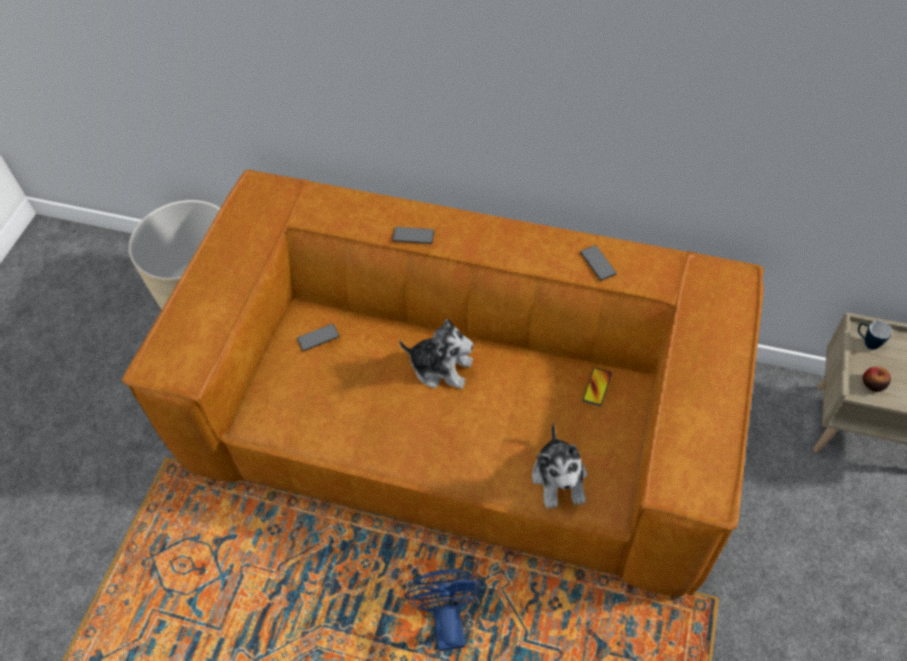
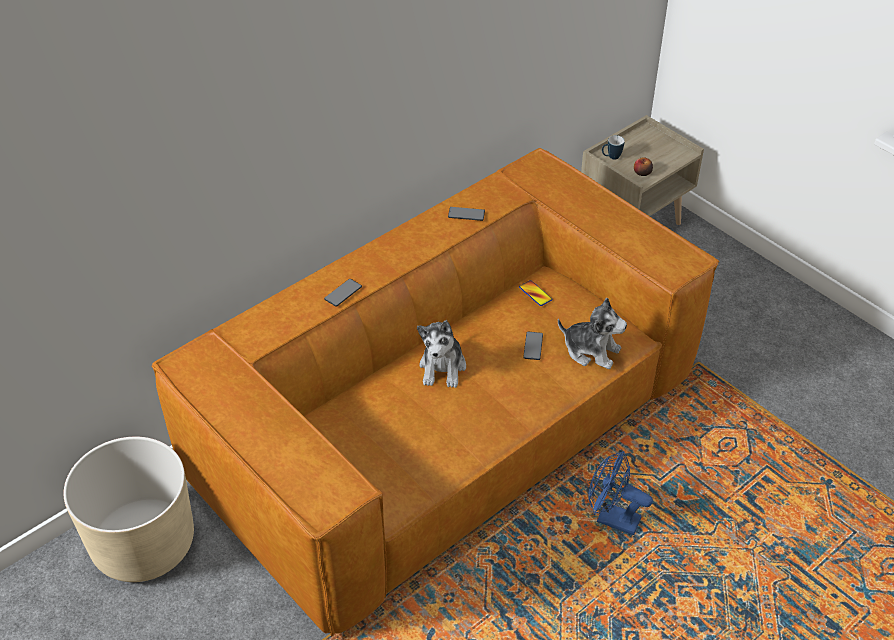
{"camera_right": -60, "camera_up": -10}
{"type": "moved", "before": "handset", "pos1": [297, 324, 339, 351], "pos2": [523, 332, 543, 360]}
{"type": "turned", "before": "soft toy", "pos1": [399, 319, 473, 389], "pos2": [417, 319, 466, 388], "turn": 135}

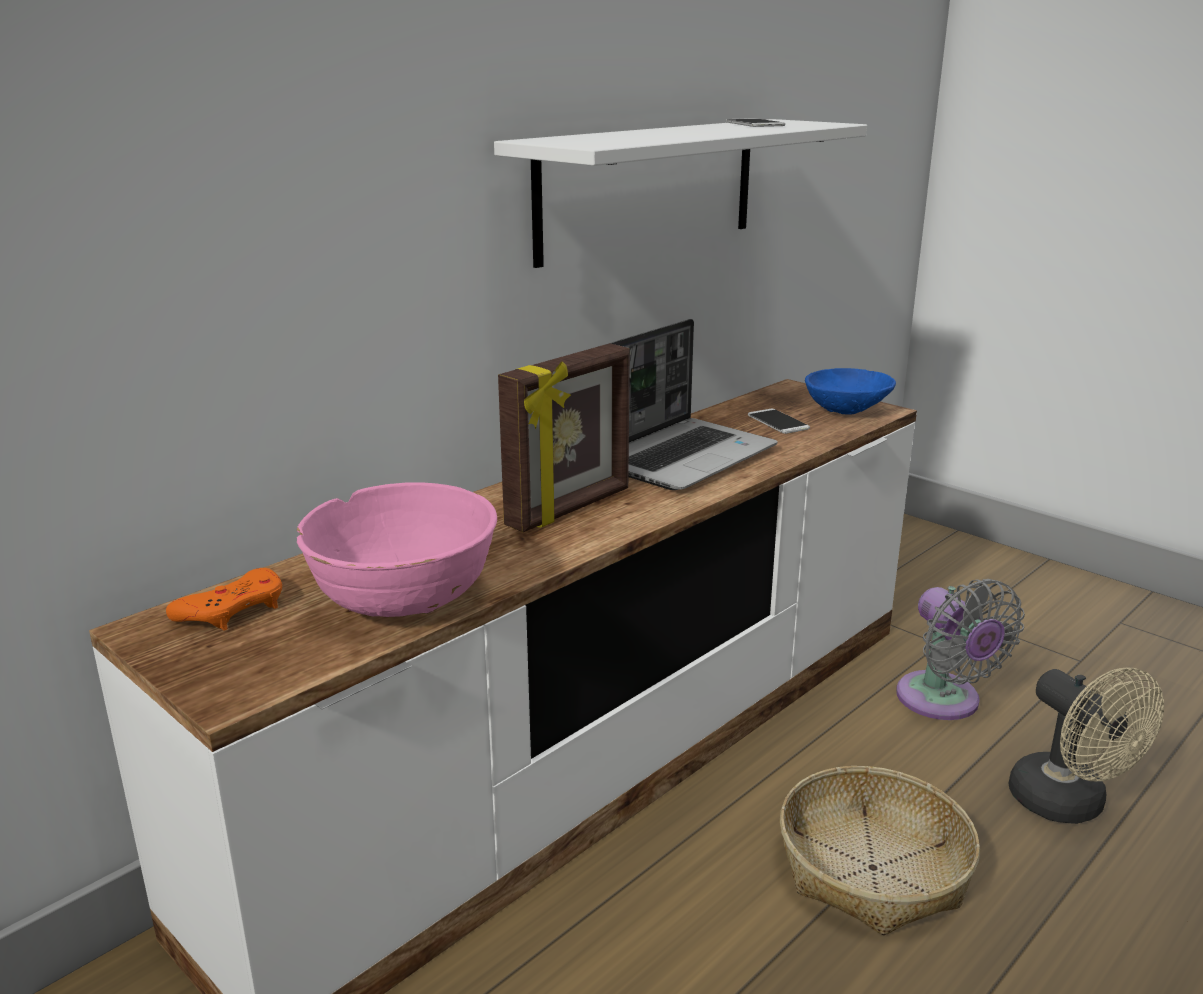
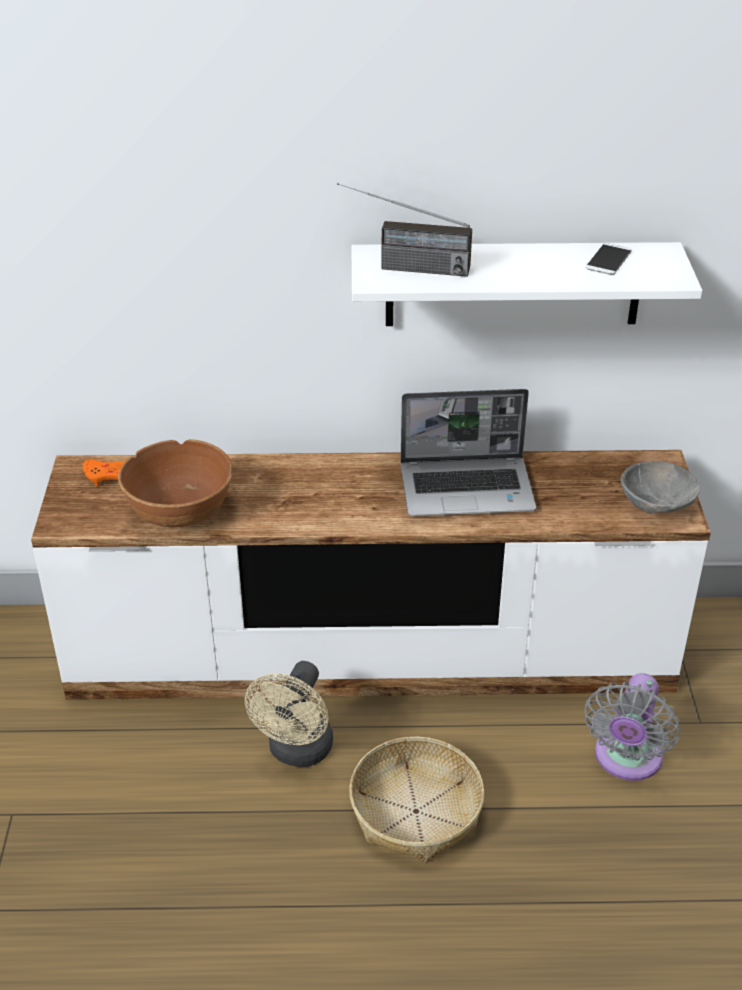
{"camera_right": 45, "camera_up": 15}
{"type": "removed", "before": "standing frame", "pos1": [498, 343, 630, 532]}
{"type": "removed", "before": "handset", "pos1": [748, 409, 810, 434]}
{"type": "added", "after": "radio receiver", "pos2": [337, 183, 472, 277]}
{"type": "moved", "before": "fan (beige-coloured)", "pos1": [1008, 668, 1164, 824], "pos2": [245, 661, 333, 767]}
{"type": "recoloured", "before": "bowl (pink-coloured)", "after": "bowl (brown-coloured)", "pos1": [297, 482, 497, 617], "pos2": [118, 439, 232, 528]}
{"type": "recoloured", "before": "bowl (blue)", "after": "bowl (gray)", "pos1": [805, 368, 896, 414], "pos2": [621, 461, 700, 514]}

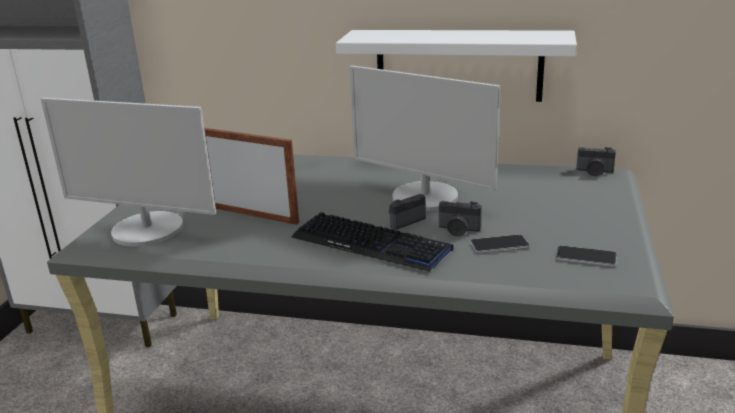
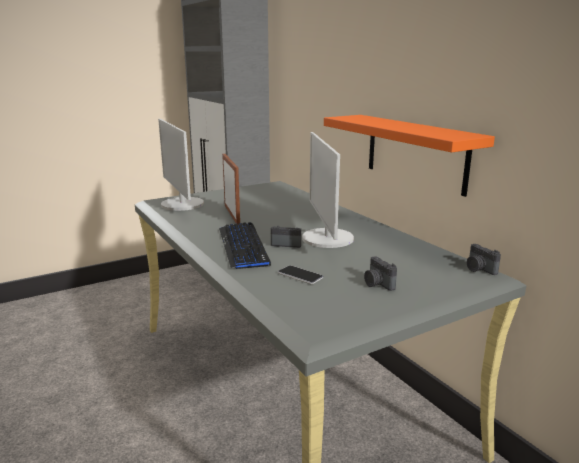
{"camera_right": 45, "camera_up": -5}
{"type": "removed", "before": "handset", "pos1": [556, 246, 617, 267]}
{"type": "moved", "before": "photo camera", "pos1": [439, 201, 482, 236], "pos2": [364, 256, 397, 291]}
{"type": "recoloured", "before": "bracket shelf (white-coloured)", "after": "bracket shelf (orangey)", "pos1": [336, 30, 577, 102], "pos2": [324, 115, 495, 197]}

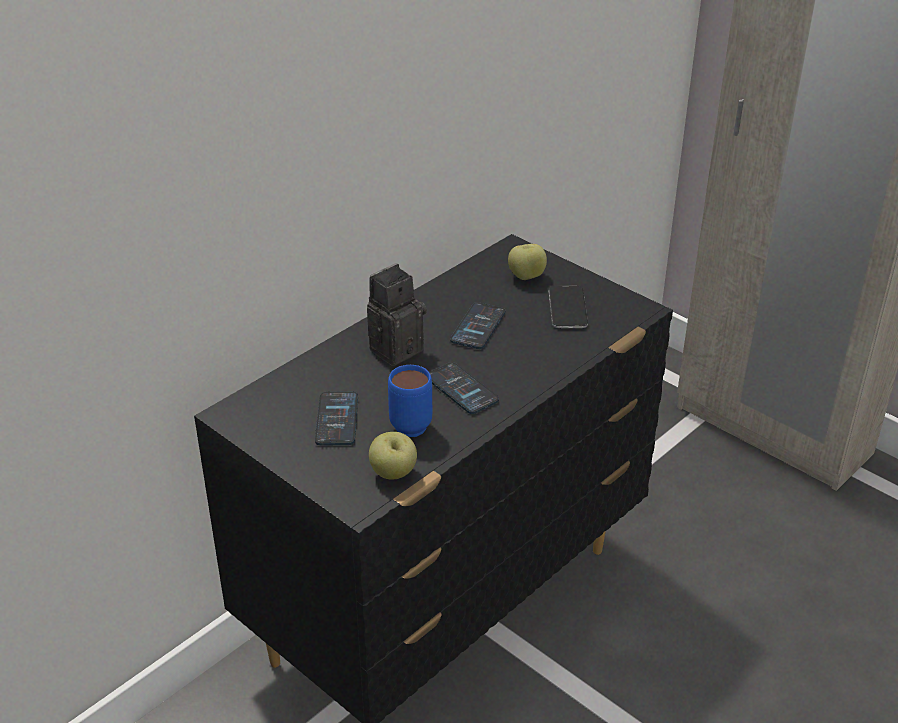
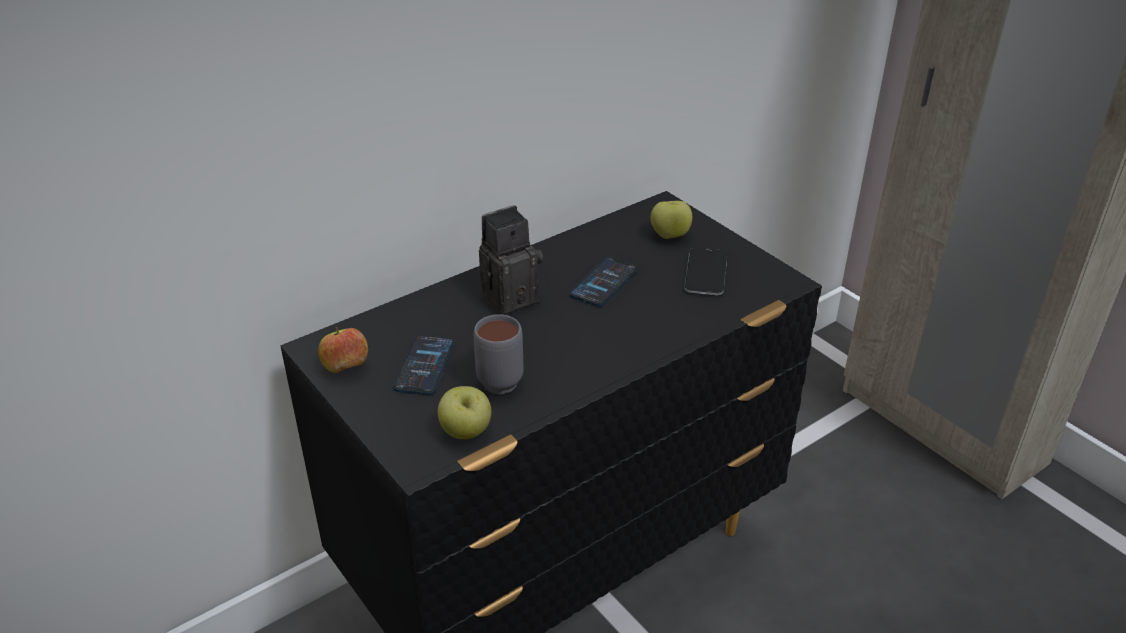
{"camera_right": 10, "camera_up": 0}
{"type": "removed", "before": "handset", "pos1": [429, 362, 499, 414]}
{"type": "added", "after": "whole apple", "pos2": [318, 327, 368, 373]}
{"type": "recoloured", "before": "mug (blue)", "after": "mug (gray)", "pos1": [388, 365, 432, 437], "pos2": [474, 314, 524, 395]}

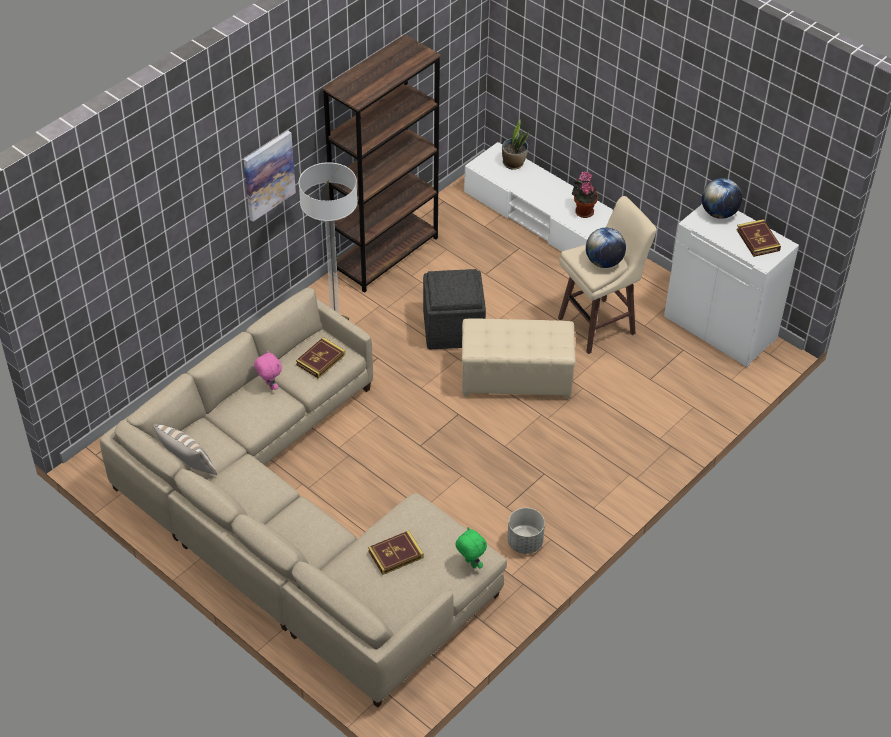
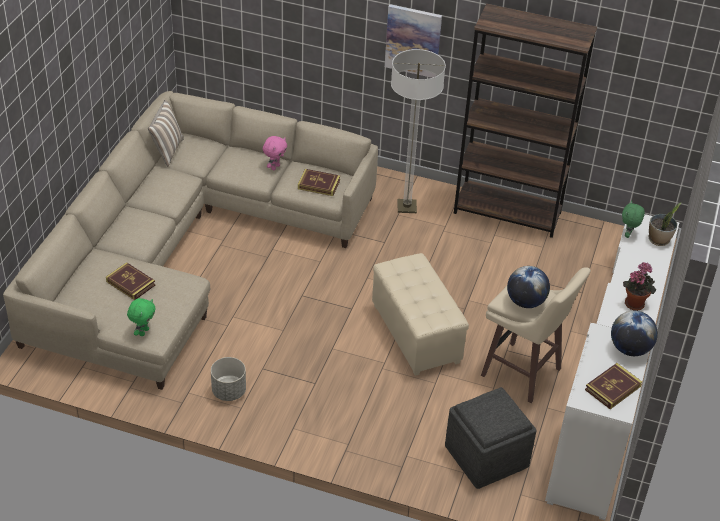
{"camera_right": 65, "camera_up": -5}
{"type": "added", "after": "soft toy (green)", "pos2": [622, 201, 645, 238]}
{"type": "moved", "before": "footrest (gray)", "pos1": [423, 269, 486, 349], "pos2": [445, 387, 537, 489]}

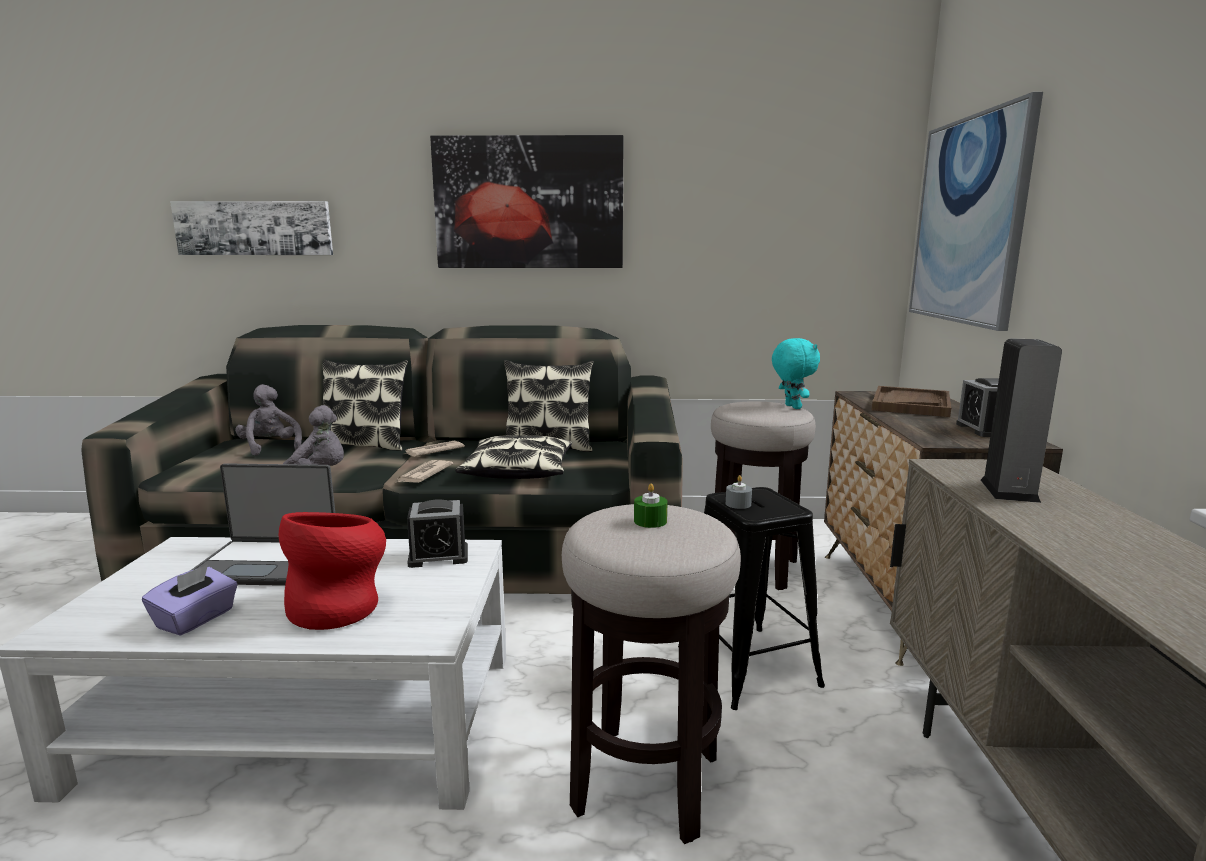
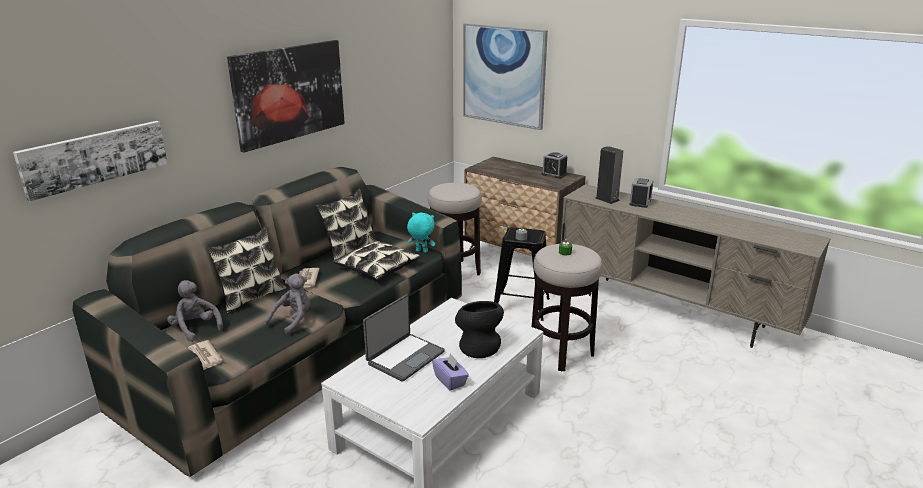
{"camera_right": -55, "camera_up": 10}
{"type": "removed", "before": "carrying tray (brown-coloured)", "pos1": [872, 386, 951, 417]}
{"type": "moved", "before": "daily paper", "pos1": [397, 460, 453, 483], "pos2": [188, 340, 223, 370]}
{"type": "moved", "before": "alarm clock", "pos1": [407, 499, 468, 568], "pos2": [629, 178, 654, 208]}
{"type": "moved", "before": "soft toy (turquoise)", "pos1": [772, 338, 820, 409], "pos2": [407, 212, 435, 253]}
{"type": "recoloured", "before": "decorative vase (red)", "after": "decorative vase (black-coloured)", "pos1": [279, 512, 386, 630], "pos2": [455, 301, 504, 358]}
{"type": "turned", "before": "soft toy (gray)", "pos1": [235, 384, 302, 456], "pos2": [167, 280, 223, 342], "turn": 45}

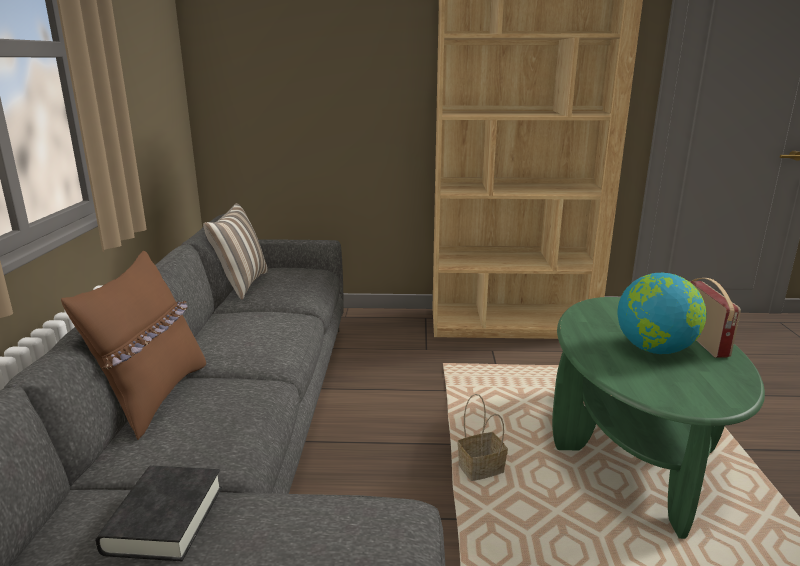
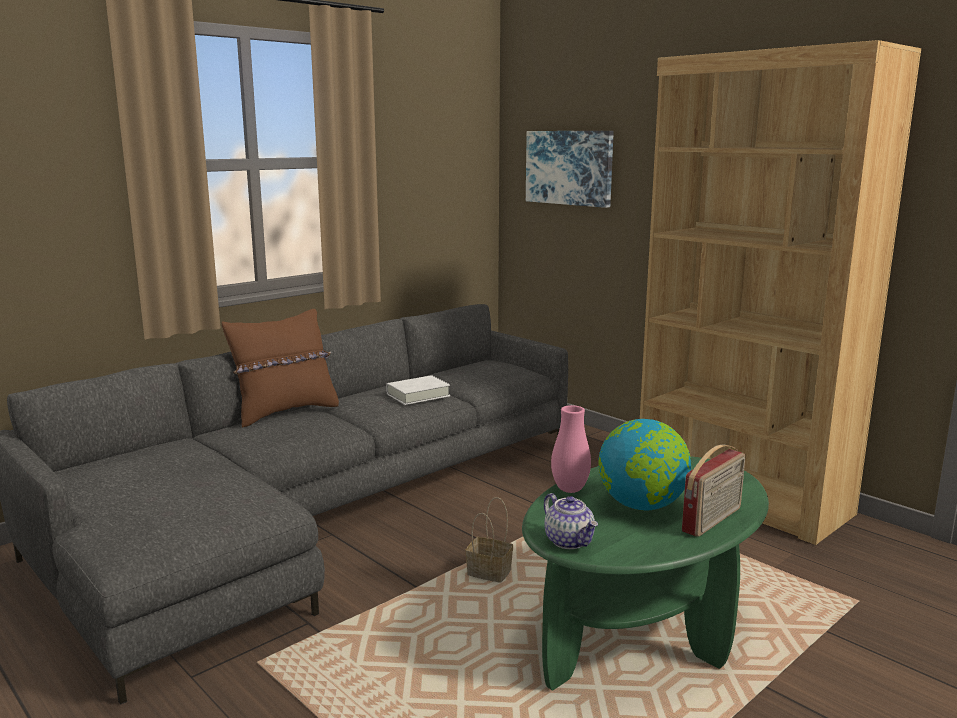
{"camera_right": 45, "camera_up": -5}
{"type": "removed", "before": "volume (black-coloured)", "pos1": [95, 466, 222, 561]}
{"type": "removed", "before": "pillow", "pos1": [203, 203, 268, 300]}
{"type": "added", "after": "volume (white-coloured)", "pos2": [386, 375, 450, 405]}
{"type": "added", "after": "picture", "pos2": [526, 131, 614, 208]}
{"type": "added", "after": "pot for tea", "pos2": [544, 493, 598, 549]}
{"type": "added", "after": "decorative vase (pink-coloured)", "pos2": [551, 405, 591, 493]}

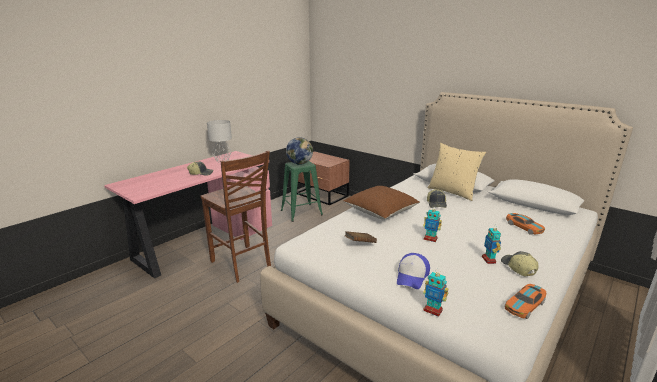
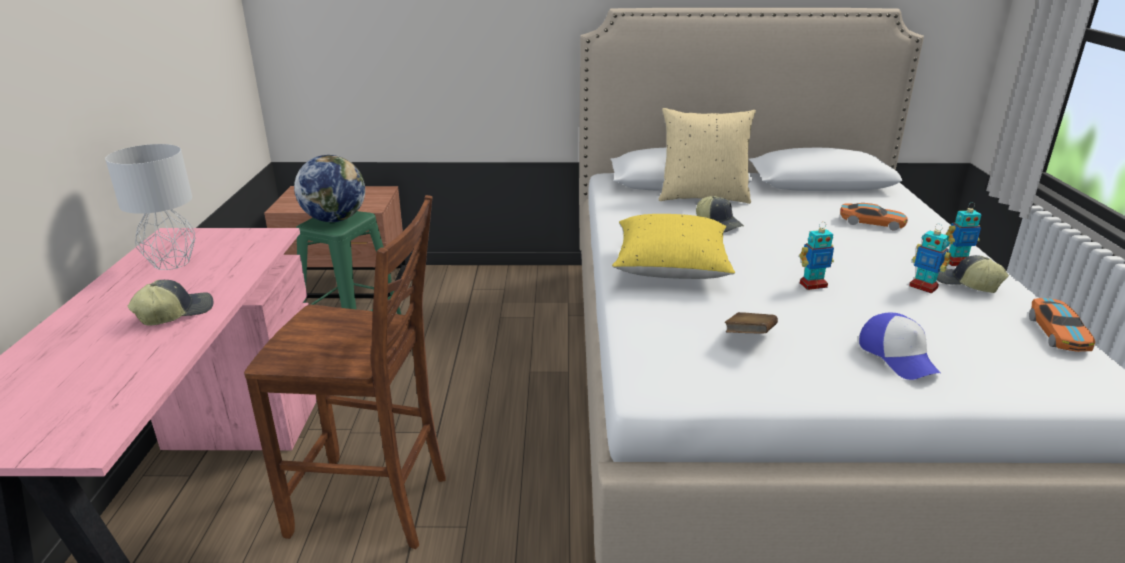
{"camera_right": -40, "camera_up": 5}
{"type": "moved", "before": "model robot", "pos1": [423, 269, 449, 317], "pos2": [946, 202, 982, 266]}
{"type": "recoloured", "before": "pillow (brown-coloured)", "after": "pillow (yellowish)", "pos1": [343, 186, 420, 220], "pos2": [612, 214, 735, 279]}

